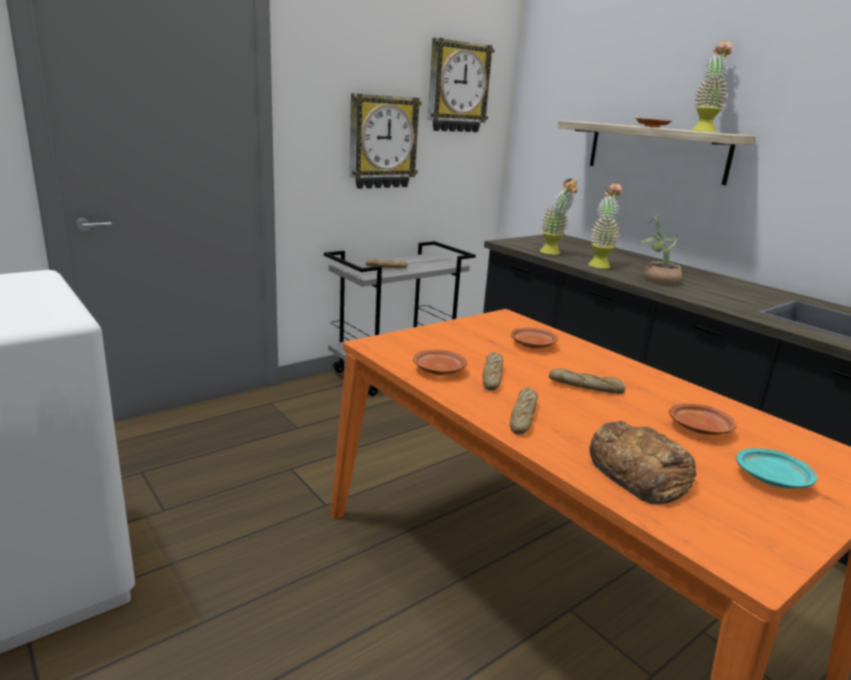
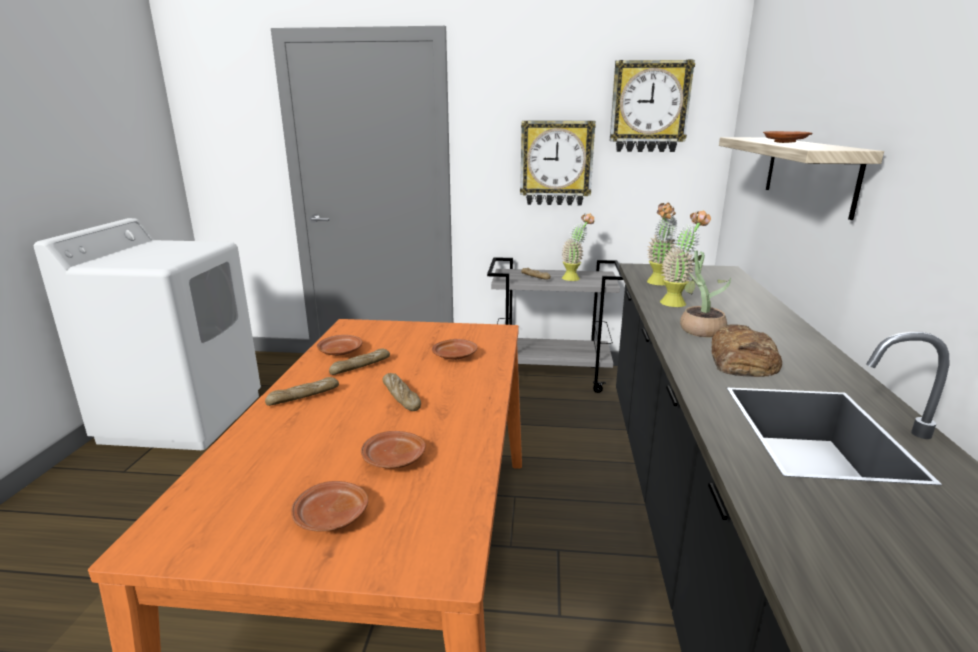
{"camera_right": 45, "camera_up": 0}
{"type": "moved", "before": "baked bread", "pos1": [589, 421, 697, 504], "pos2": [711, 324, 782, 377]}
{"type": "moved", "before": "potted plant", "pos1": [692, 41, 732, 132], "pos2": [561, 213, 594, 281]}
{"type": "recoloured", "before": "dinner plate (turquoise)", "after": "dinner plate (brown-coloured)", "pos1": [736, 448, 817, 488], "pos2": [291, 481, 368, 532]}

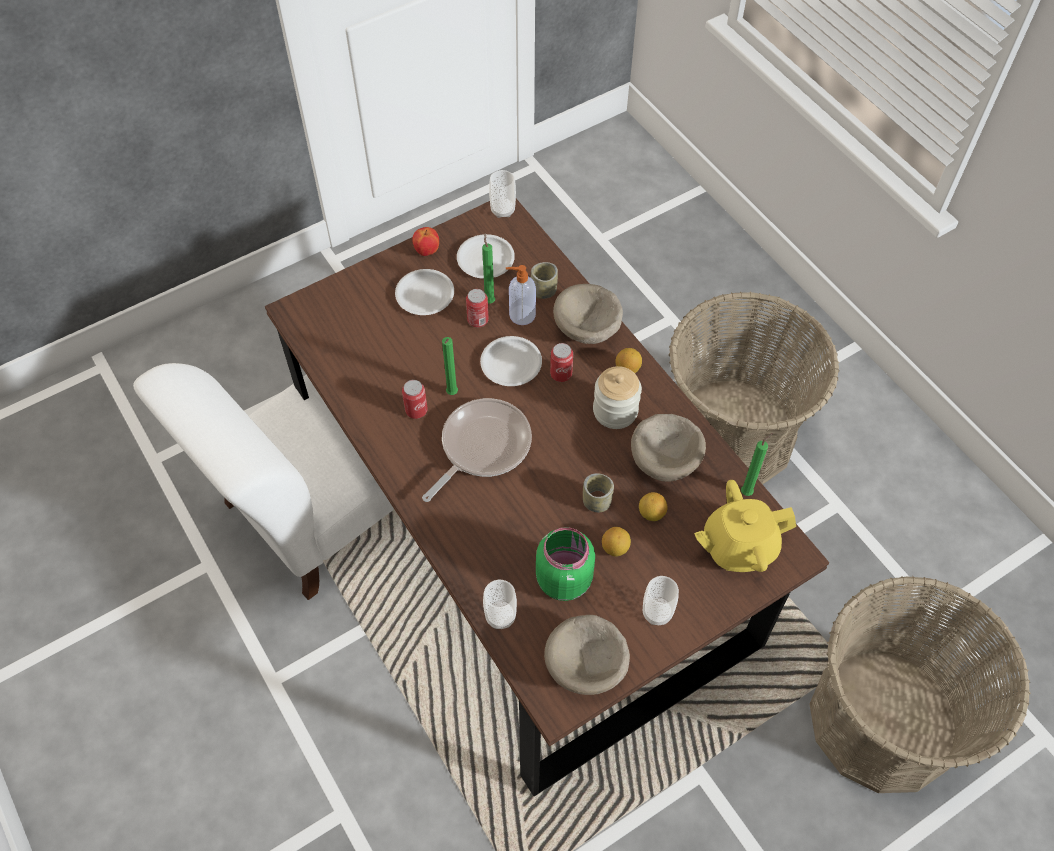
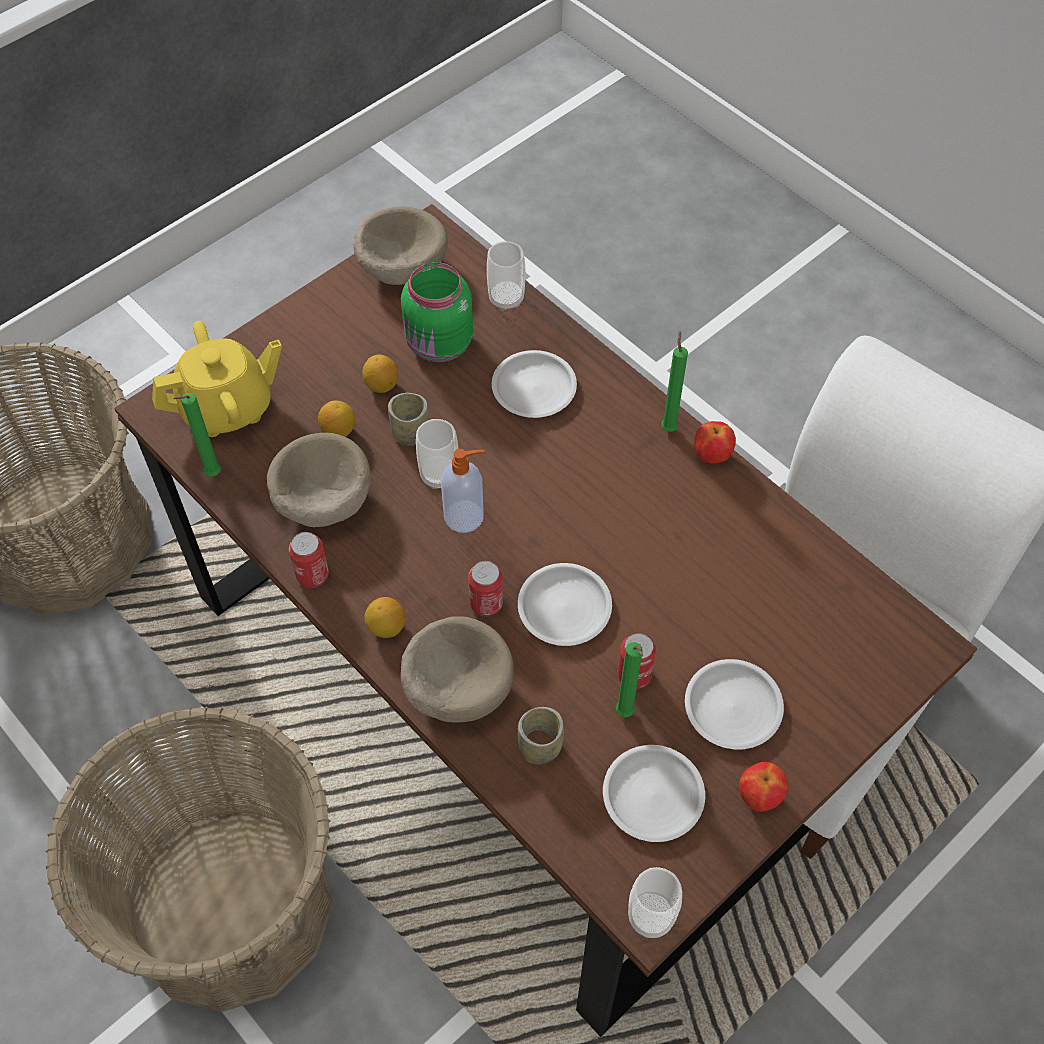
{"camera_right": 170, "camera_up": 0}
{"type": "removed", "before": "pan", "pos1": [422, 398, 532, 502]}
{"type": "removed", "before": "storage jar", "pos1": [593, 366, 642, 429]}
{"type": "added", "after": "dinner plate (white-coloured)", "pos2": [492, 350, 577, 418]}
{"type": "added", "after": "whole apple", "pos2": [694, 421, 736, 463]}
{"type": "moved", "before": "can", "pos1": [402, 380, 428, 419], "pos2": [289, 532, 329, 588]}
{"type": "moved", "before": "wax light (green)", "pos1": [442, 337, 458, 395], "pos2": [661, 331, 688, 432]}
{"type": "moved", "before": "liquid soap bottle", "pos1": [506, 265, 536, 325], "pos2": [441, 449, 485, 533]}
{"type": "moved", "before": "small cup", "pos1": [643, 576, 679, 625], "pos2": [416, 419, 458, 489]}

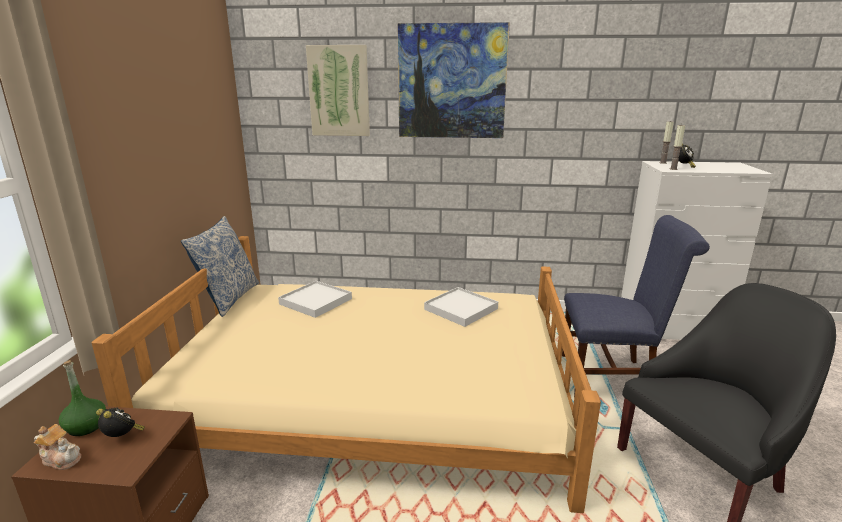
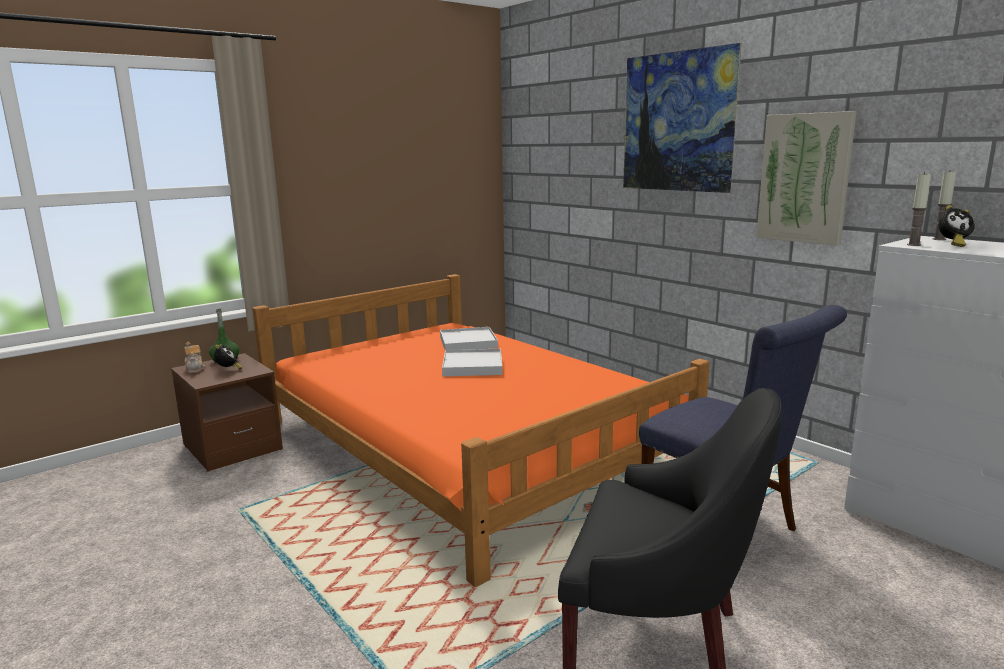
{"camera_right": 45, "camera_up": -5}
{"type": "removed", "before": "pillow", "pos1": [181, 216, 259, 317]}
{"type": "moved", "before": "picture", "pos1": [306, 45, 370, 136], "pos2": [756, 111, 857, 246]}
{"type": "moved", "before": "carrying tray (white-coloured)", "pos1": [424, 287, 498, 327], "pos2": [442, 349, 502, 376]}
{"type": "recoloured", "before": "sleeping bed (beige-coloured)", "after": "sleeping bed (orangey)", "pos1": [92, 236, 601, 513], "pos2": [252, 274, 710, 587]}

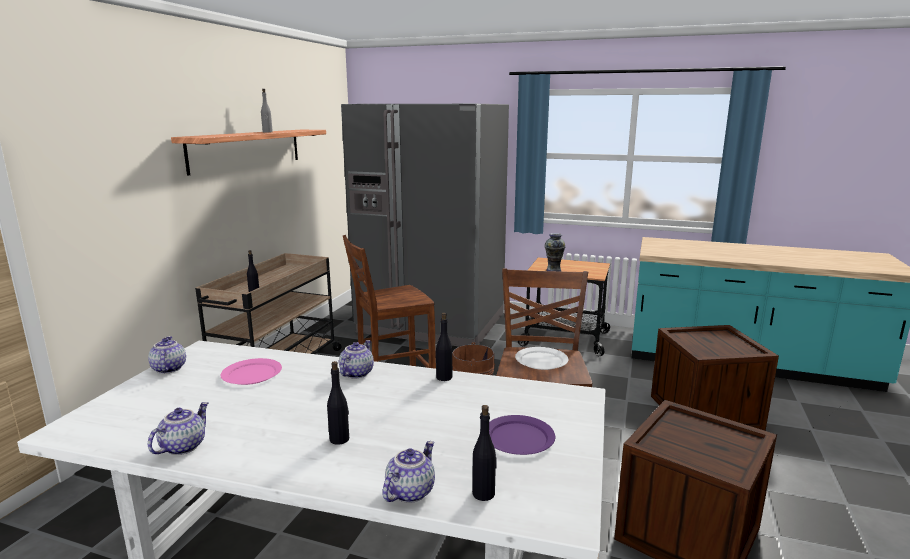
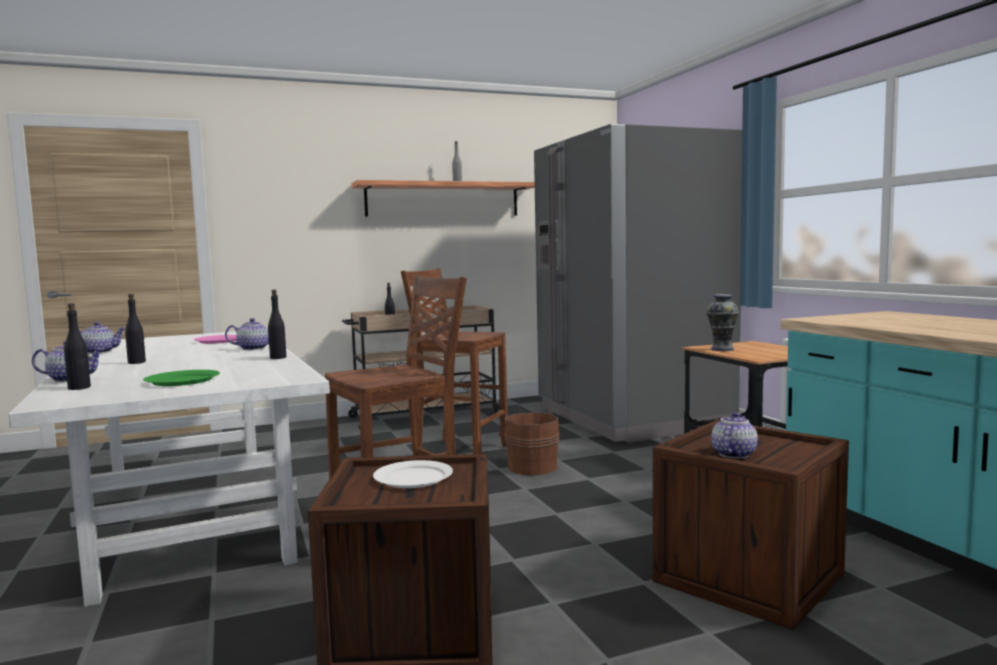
{"camera_right": 50, "camera_up": -10}
{"type": "moved", "before": "pot for tea", "pos1": [148, 336, 186, 374], "pos2": [711, 412, 758, 459]}
{"type": "moved", "before": "dinner plate (white-coloured)", "pos1": [515, 347, 569, 370], "pos2": [373, 460, 453, 488]}
{"type": "recoloured", "before": "dinner plate (purplish)", "after": "dinner plate (green)", "pos1": [489, 415, 555, 455], "pos2": [143, 370, 220, 386]}

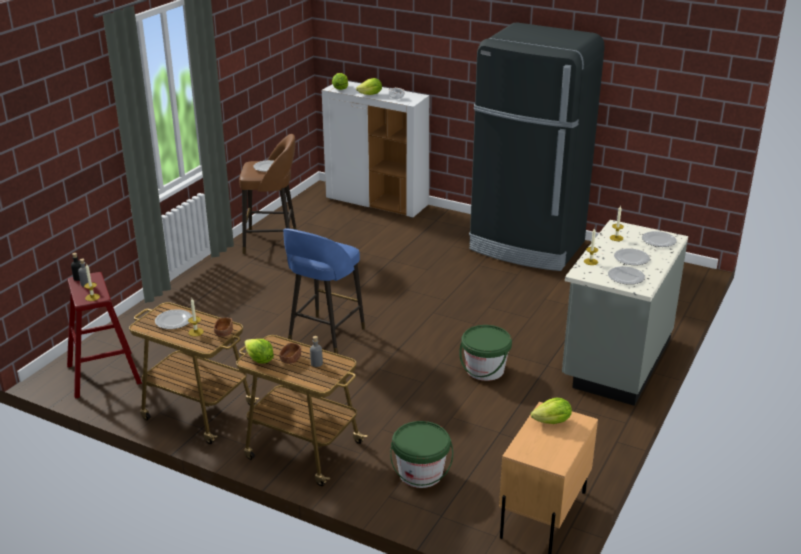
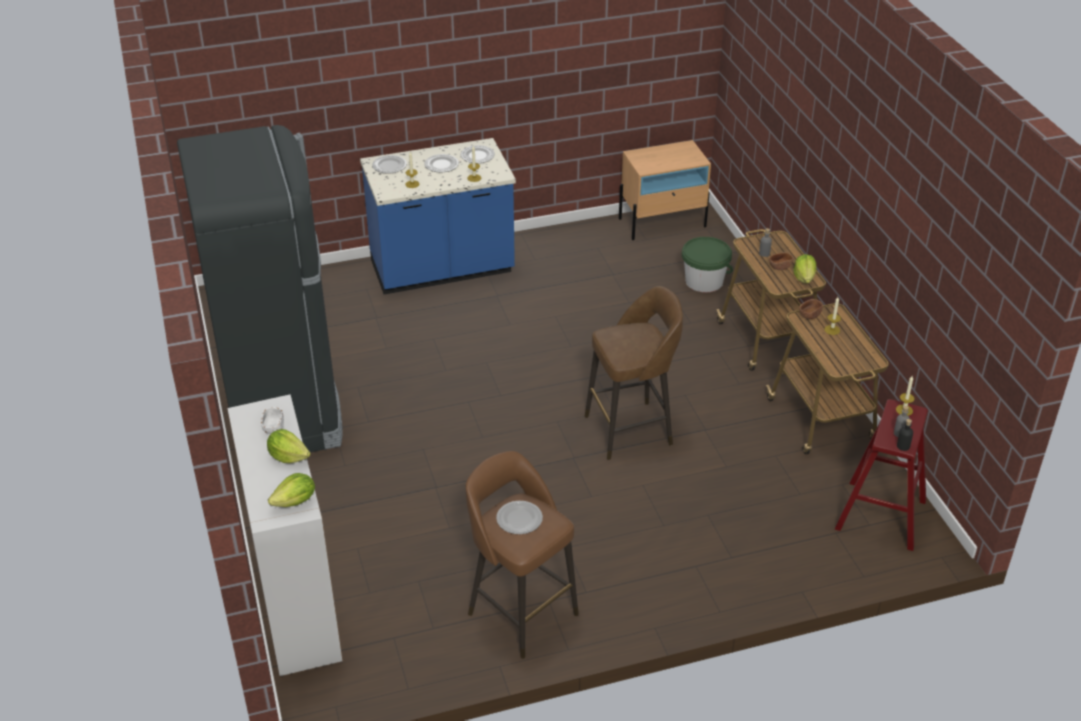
{"camera_right": -135, "camera_up": 10}
{"type": "removed", "before": "dinner plate", "pos1": [155, 309, 192, 329]}
{"type": "removed", "before": "pail (green)", "pos1": [459, 325, 512, 381]}
{"type": "removed", "before": "lettuce", "pos1": [531, 398, 572, 424]}
{"type": "recoloured", "before": "stool (blue)", "after": "stool (brown-coloured)", "pos1": [283, 228, 365, 354], "pos2": [585, 286, 683, 460]}
{"type": "recoloured", "before": "kitchen counter (gray)", "after": "kitchen counter (blue)", "pos1": [562, 220, 688, 406], "pos2": [360, 138, 516, 295]}

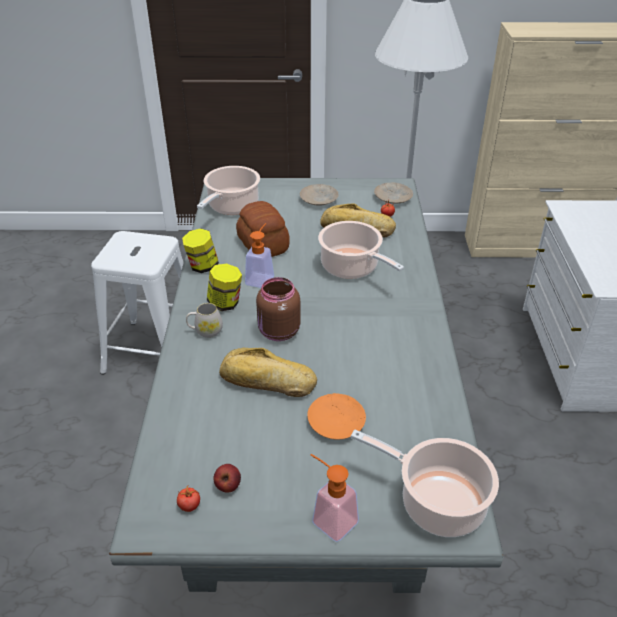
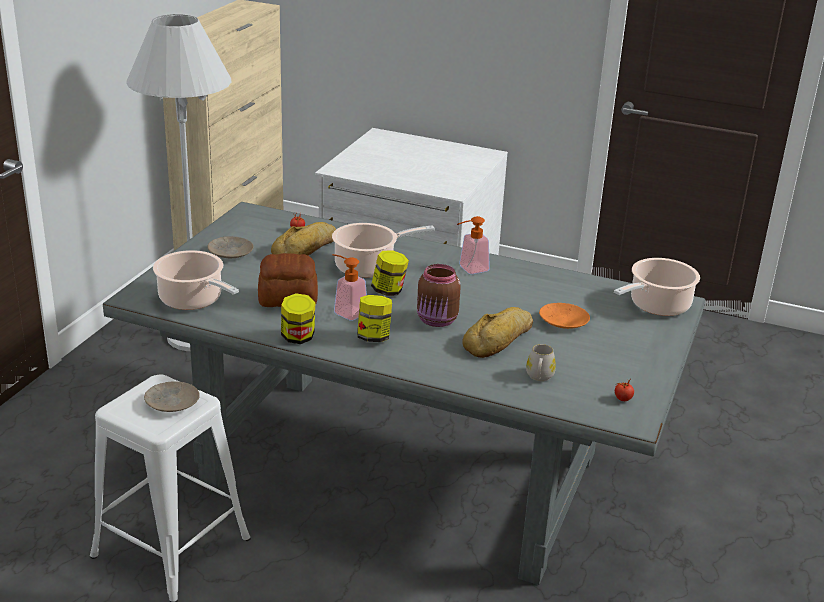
{"camera_right": -70, "camera_up": -10}
{"type": "removed", "before": "whole apple", "pos1": [213, 464, 241, 493]}
{"type": "added", "after": "storage jar", "pos2": [371, 251, 409, 296]}
{"type": "moved", "before": "mug (white-coloured)", "pos1": [186, 303, 223, 338], "pos2": [526, 344, 556, 381]}
{"type": "moved", "before": "liquid soap bottle", "pos1": [310, 454, 359, 542], "pos2": [457, 216, 490, 274]}
{"type": "moved", "before": "dinner plate (beige-coloured)", "pos1": [374, 183, 413, 204], "pos2": [144, 381, 200, 412]}

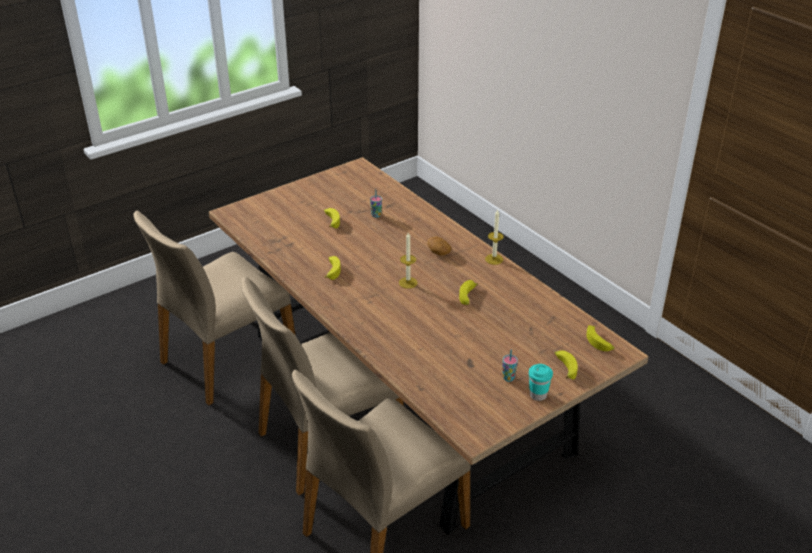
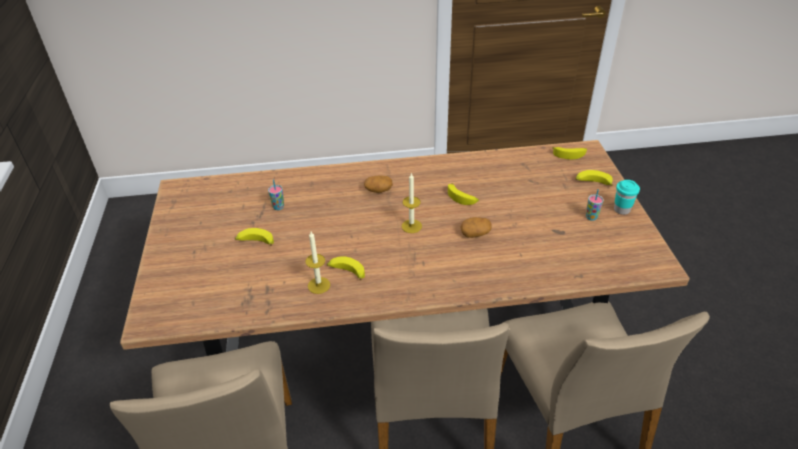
{"camera_right": -60, "camera_up": 5}
{"type": "added", "after": "spud", "pos2": [460, 217, 492, 238]}
{"type": "moved", "before": "wax light", "pos1": [485, 209, 504, 265], "pos2": [305, 232, 330, 294]}

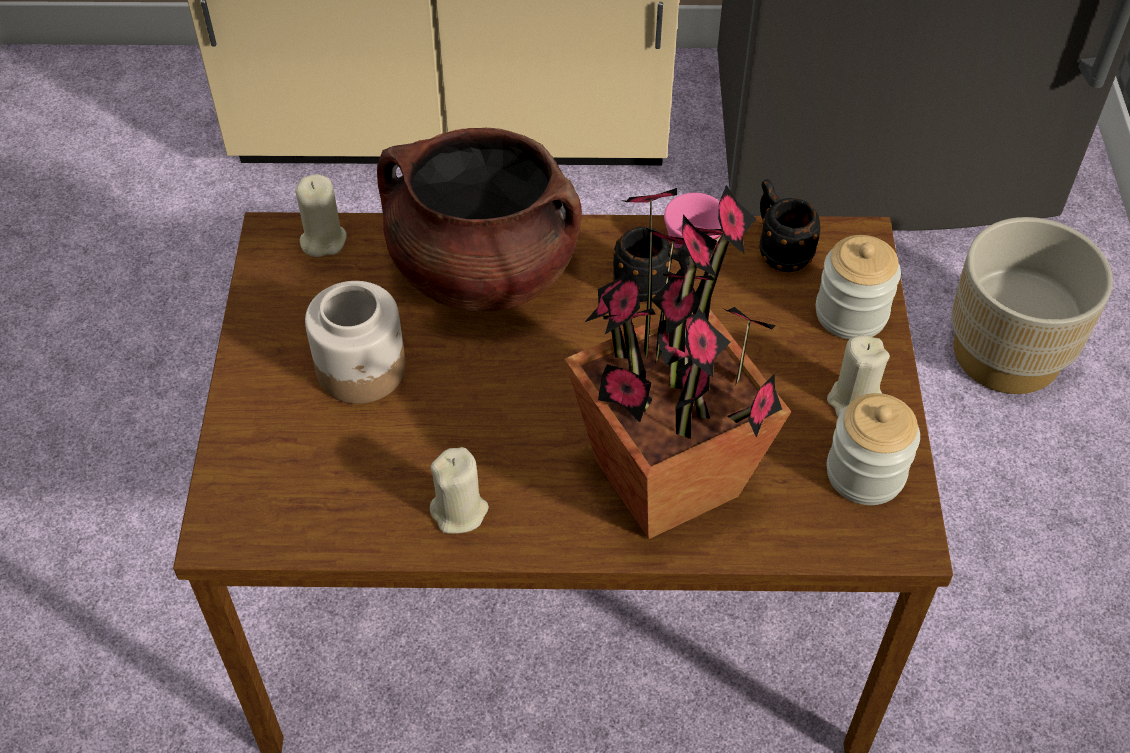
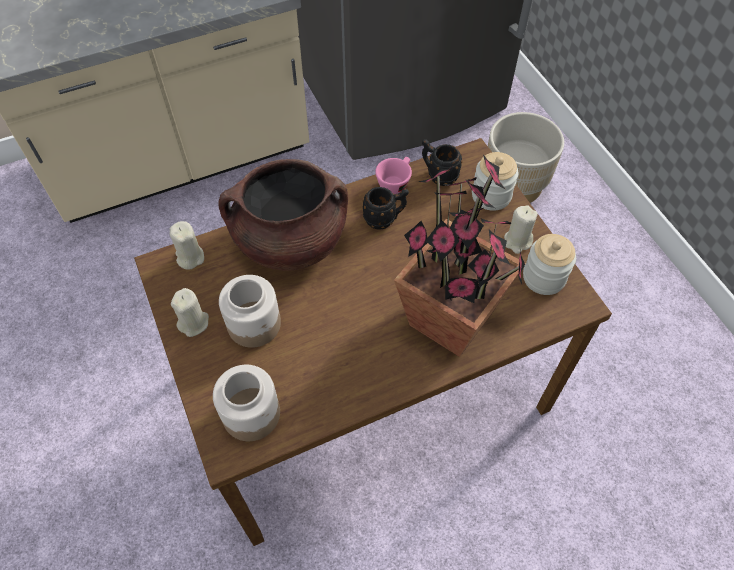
{"camera_right": -25, "camera_up": 5}
{"type": "added", "after": "storage jar", "pos2": [213, 365, 280, 441]}
{"type": "moved", "before": "wax light (beige-coloured)", "pos1": [430, 447, 489, 534], "pos2": [171, 288, 209, 337]}

